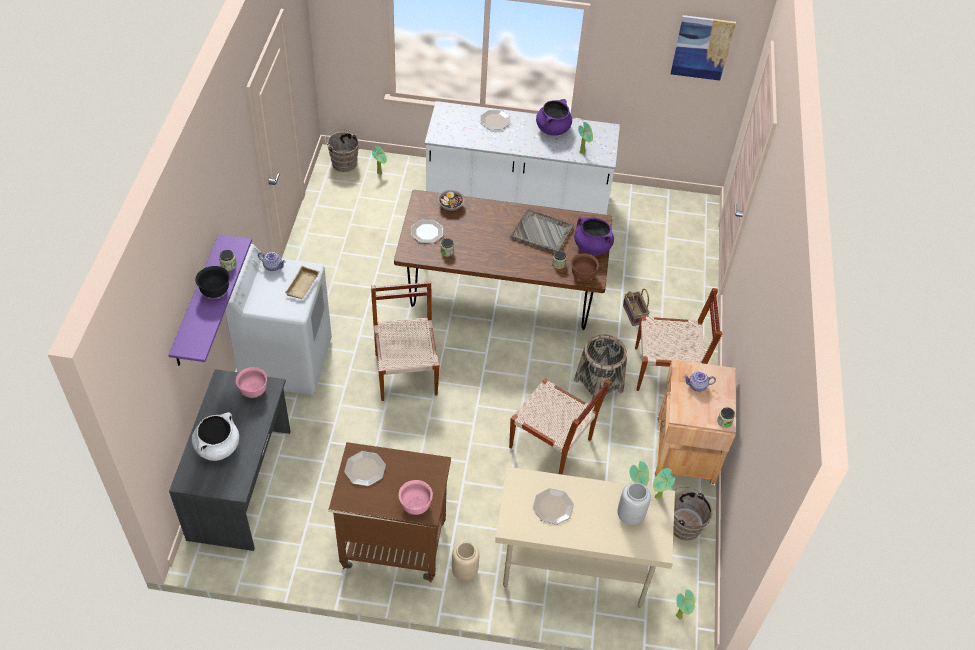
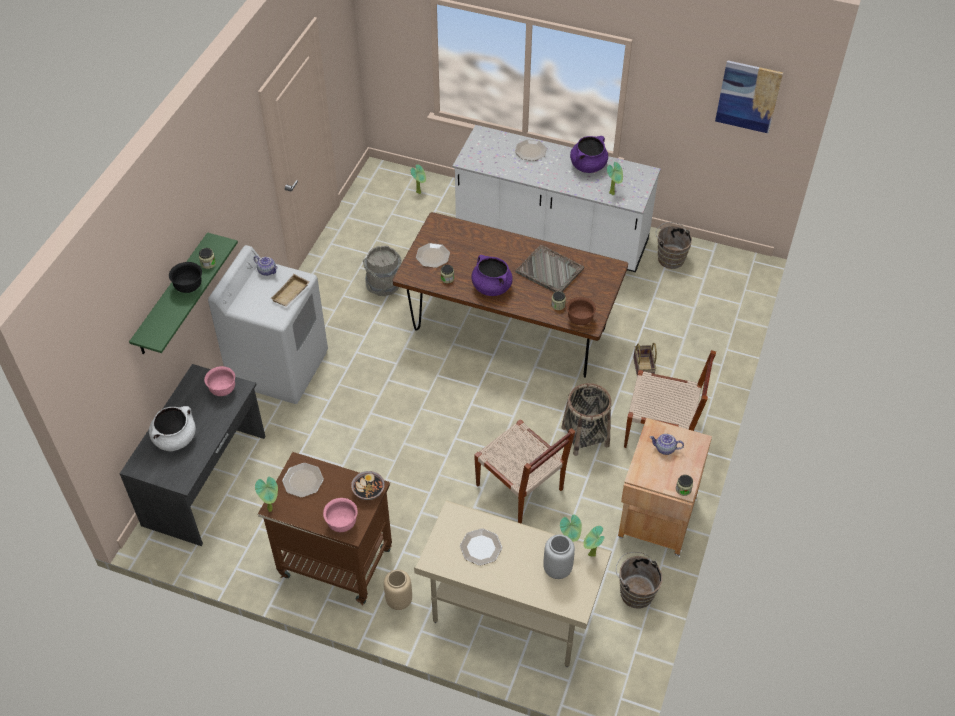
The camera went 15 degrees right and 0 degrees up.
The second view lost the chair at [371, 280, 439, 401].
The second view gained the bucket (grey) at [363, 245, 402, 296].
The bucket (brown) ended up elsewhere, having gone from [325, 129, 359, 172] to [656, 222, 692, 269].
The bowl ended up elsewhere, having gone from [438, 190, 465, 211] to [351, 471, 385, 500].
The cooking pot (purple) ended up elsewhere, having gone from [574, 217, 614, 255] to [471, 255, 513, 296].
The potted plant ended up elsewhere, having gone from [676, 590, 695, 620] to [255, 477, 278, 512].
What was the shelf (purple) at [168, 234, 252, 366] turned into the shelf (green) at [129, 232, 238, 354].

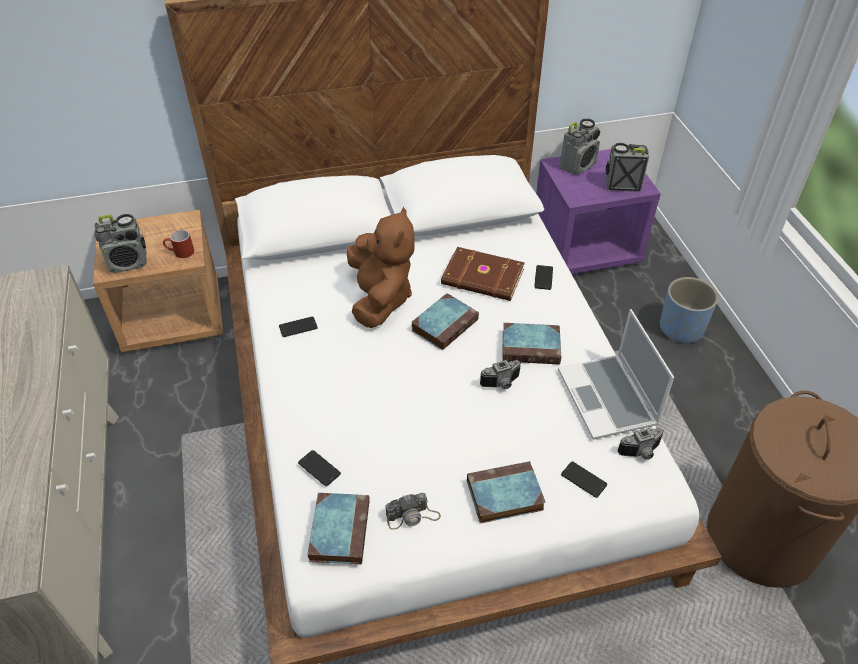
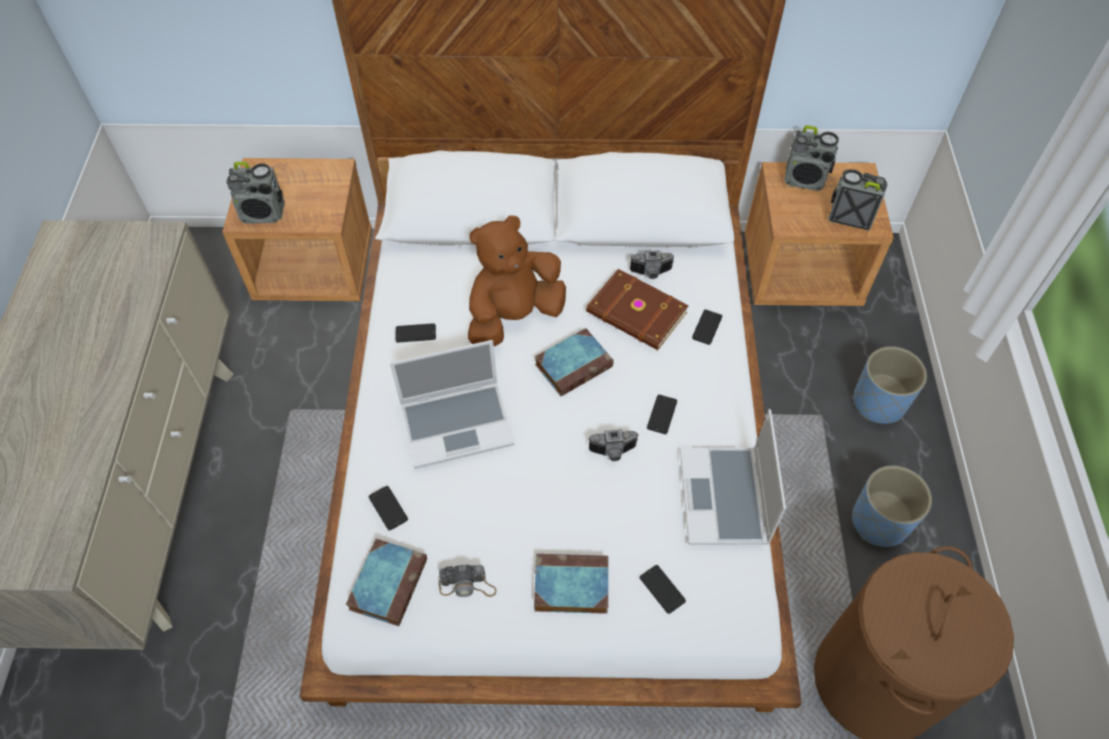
The camera went 15 degrees right and 10 degrees up.
The second view lost the mug (red) at [163, 230, 194, 258].
The second view gained the laptop at [390, 340, 514, 469].
The second view gained the planter (blue) at [852, 465, 932, 547].
The photo camera ended up elsewhere, having gone from [618, 428, 664, 460] to [630, 250, 675, 279].
Where the book stood at [502, 323, 561, 365], the phone came to stand at [647, 395, 677, 434].
What was the nightstand (purple) at [536, 149, 661, 274] turned into the nightstand (brown) at [745, 162, 894, 306].
The plush toy (brown) at [347, 207, 415, 328] ended up facing another way, 135 degrees counterclockwise from before.
The radio at [560, 118, 600, 175] ended up facing another way, 45 degrees clockwise from before.

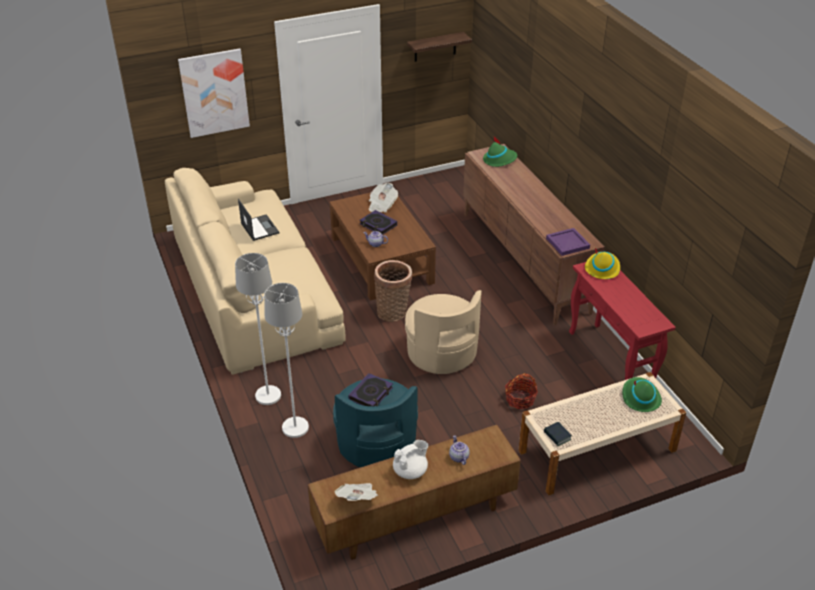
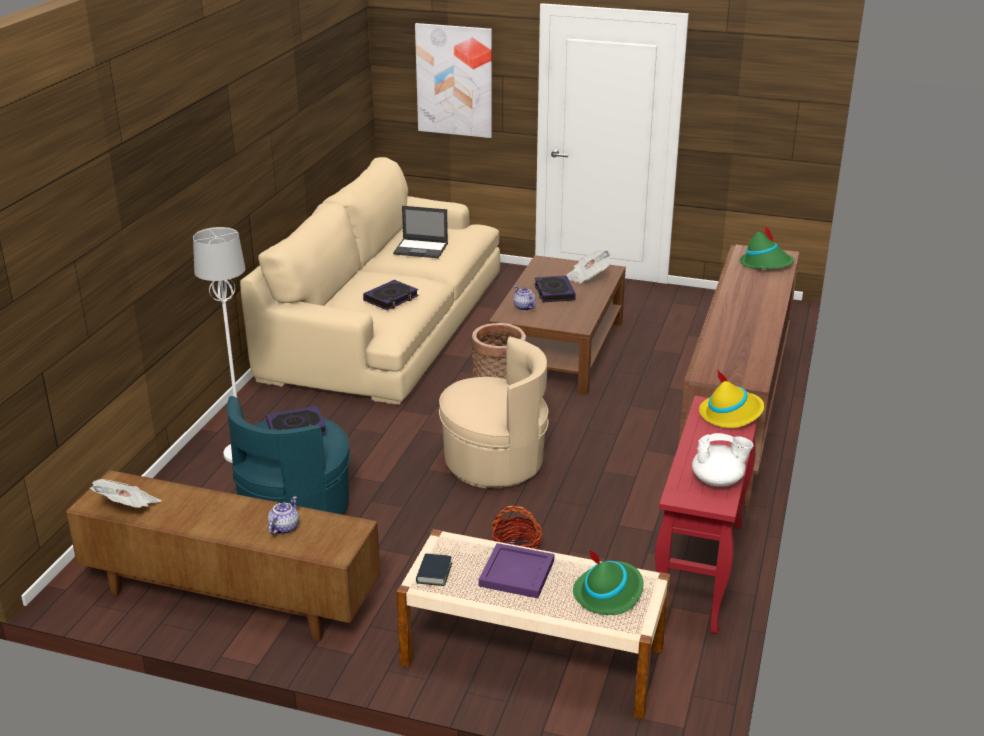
The camera went 40 degrees right and 10 degrees down.
The second view lost the floor lamp (white) at [235, 253, 281, 405].
The second view lost the shelf at [407, 32, 472, 62].
The second view gained the book at [363, 280, 418, 310].
The teapot (white) ended up elsewhere, having gone from [393, 440, 428, 479] to [692, 433, 754, 487].
The tray (purple) ended up elsewhere, having gone from [546, 228, 590, 256] to [478, 543, 554, 598].
The laptop at [238, 199, 280, 241] ended up facing another way, 90 degrees clockwise from before.
The armchair (beige) at [405, 290, 481, 374] ended up facing another way, 105 degrees counterclockwise from before.

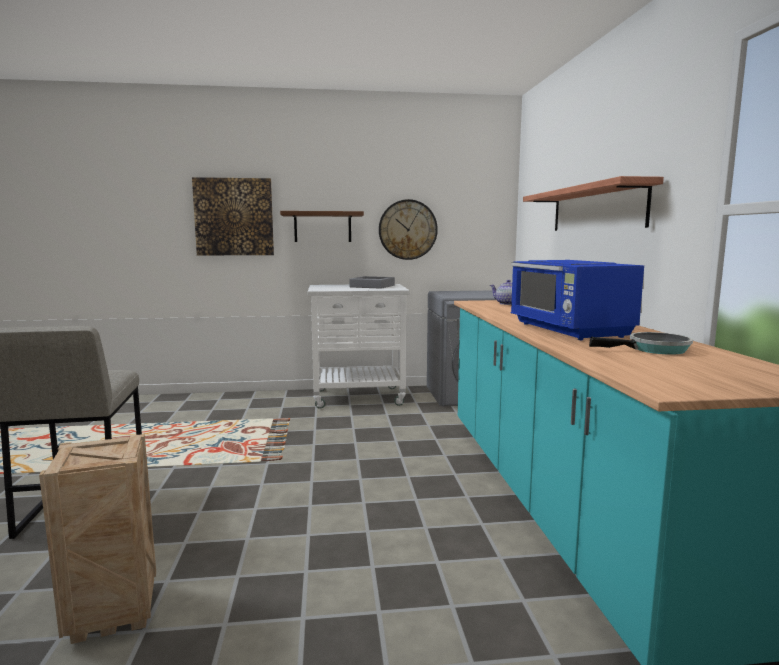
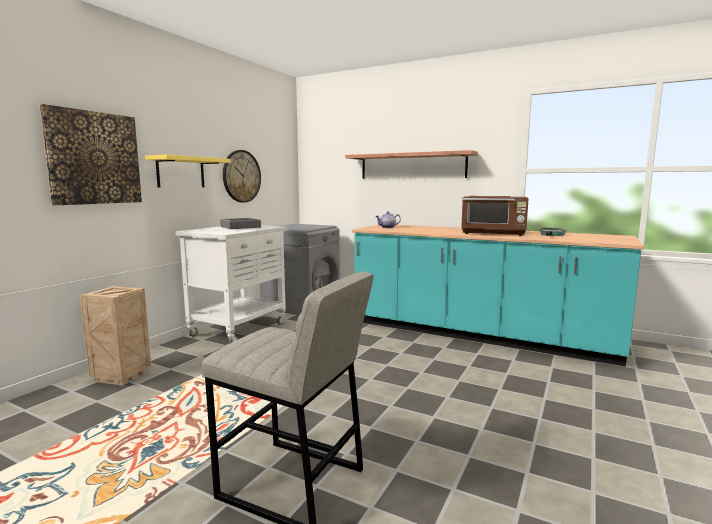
The camera went 55 degrees left and 0 degrees up.
The crate ended up elsewhere, having gone from [39, 434, 156, 644] to [80, 286, 151, 386].
What was the shelf (brown) at [280, 211, 364, 242] turned into the shelf (yellow) at [145, 155, 231, 188].
What was the microwave (blue) at [510, 260, 644, 340] turned into the microwave (brown) at [461, 196, 529, 236].

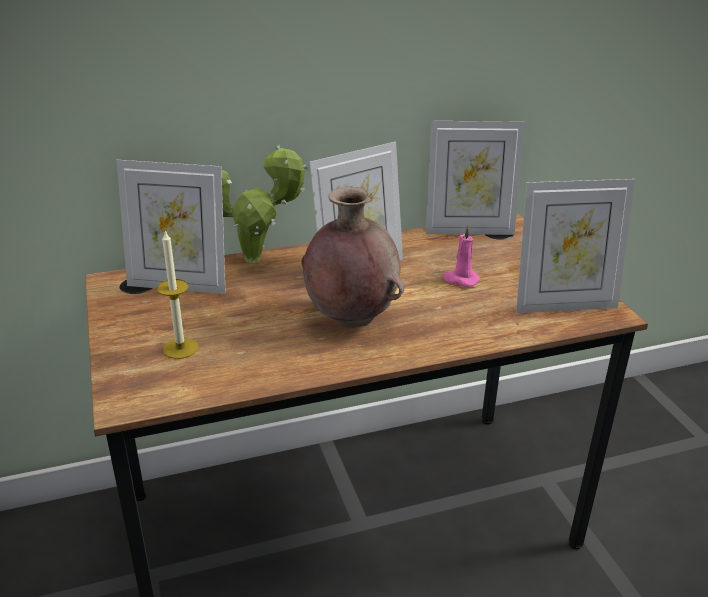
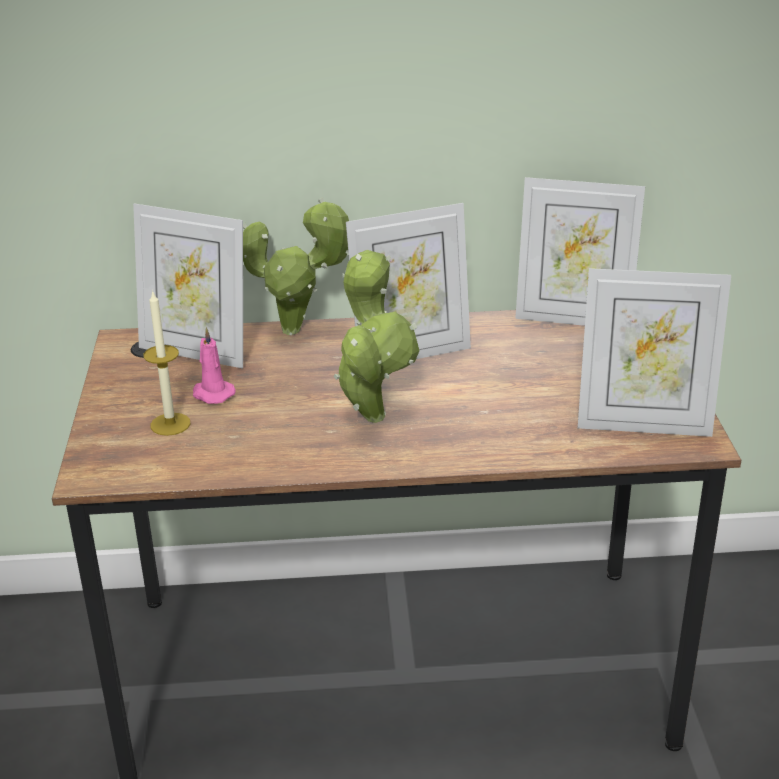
The camera went 15 degrees right and 0 degrees up.
The candle (pink) ended up elsewhere, having gone from [443, 225, 480, 287] to [193, 327, 236, 404].
Where the vase (brown) stood at [301, 186, 404, 328], the potted plant came to stand at [333, 250, 420, 423].

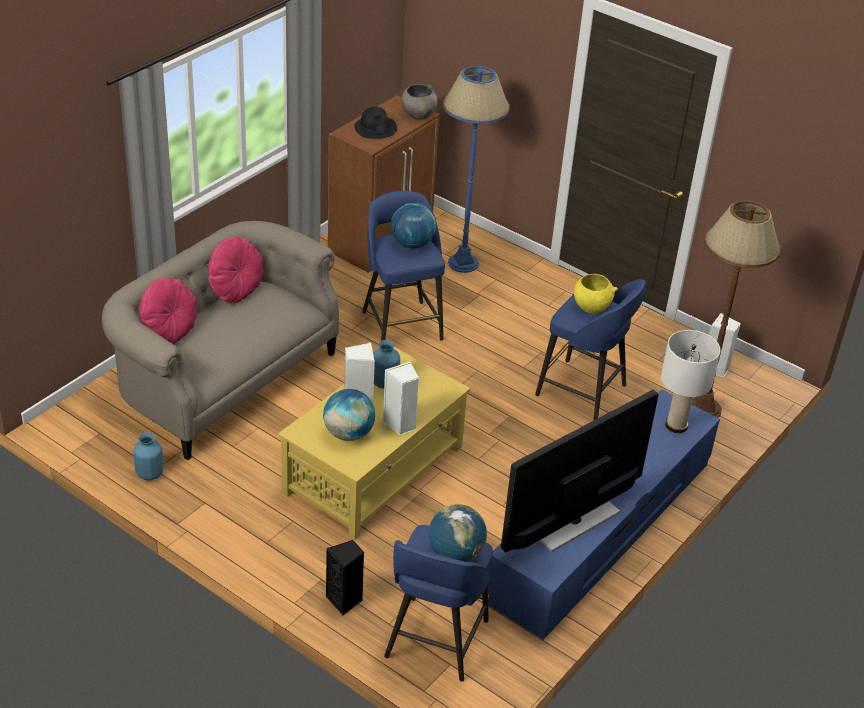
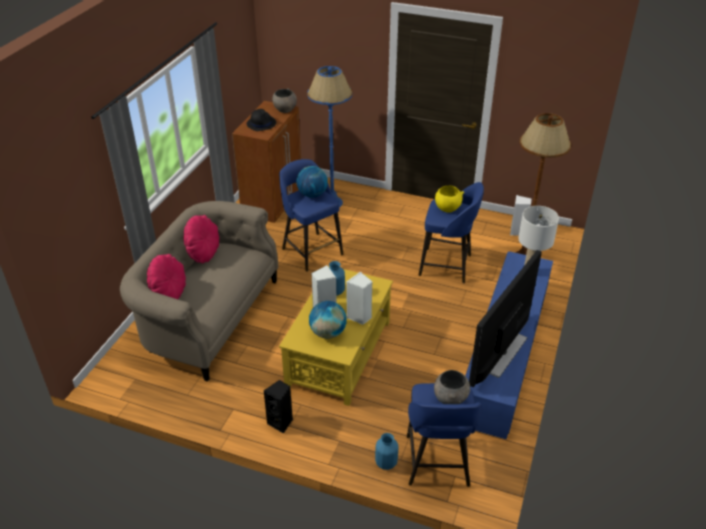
The camera went 15 degrees left and 0 degrees up.
The vase (blue) ended up elsewhere, having gone from [133, 432, 164, 480] to [375, 433, 398, 470].
The speaker (black) ended up elsewhere, having gone from [326, 540, 364, 615] to [264, 380, 293, 434].
Where the globe stood at [429, 504, 487, 562], the bowl (grey) came to stand at [434, 370, 470, 404].

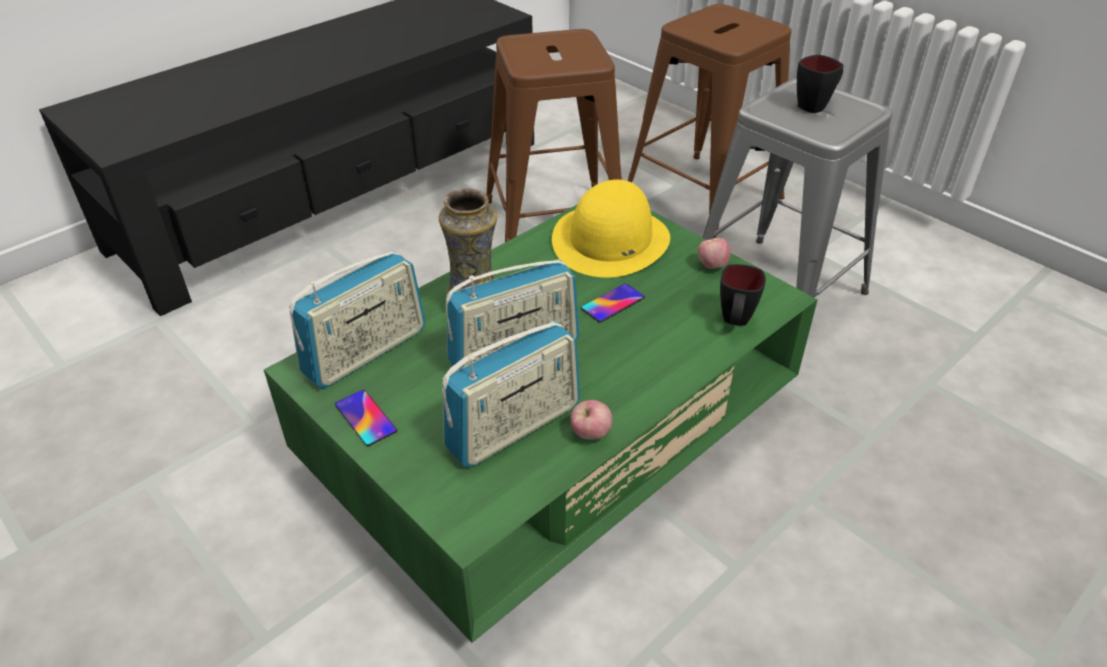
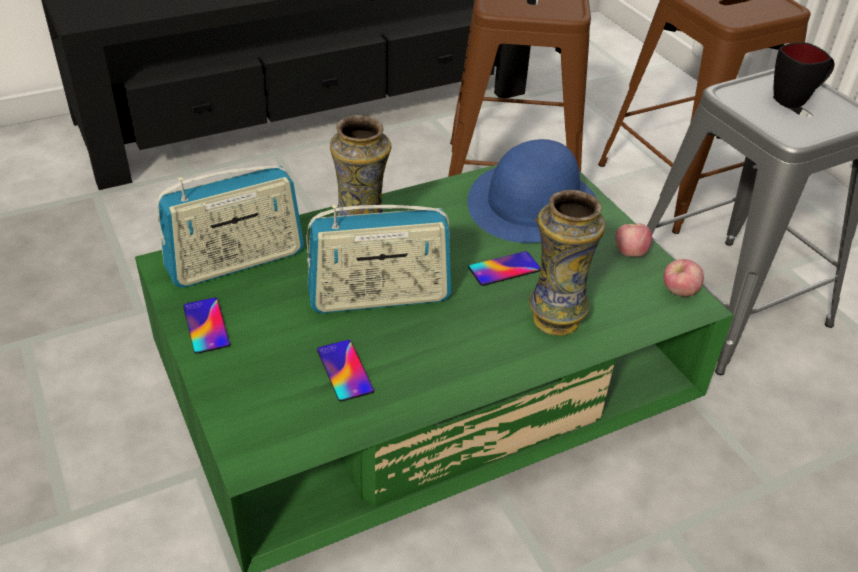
The camera went 15 degrees right and 0 degrees up.
The second view lost the mug (black) at [720, 264, 766, 326].
The second view gained the vase at [529, 190, 606, 336].
The apple ended up elsewhere, having gone from [570, 400, 612, 440] to [664, 259, 704, 297].
Where the radio stood at [442, 321, 580, 468], the phone came to stand at [317, 340, 374, 401].
What was the hat (yellow) at [552, 180, 670, 278] turned into the hat (blue) at [467, 139, 597, 243].

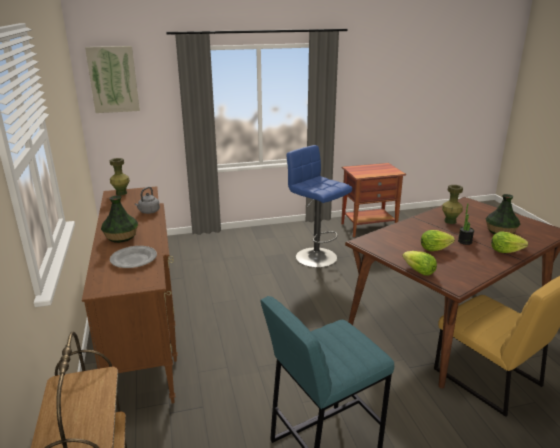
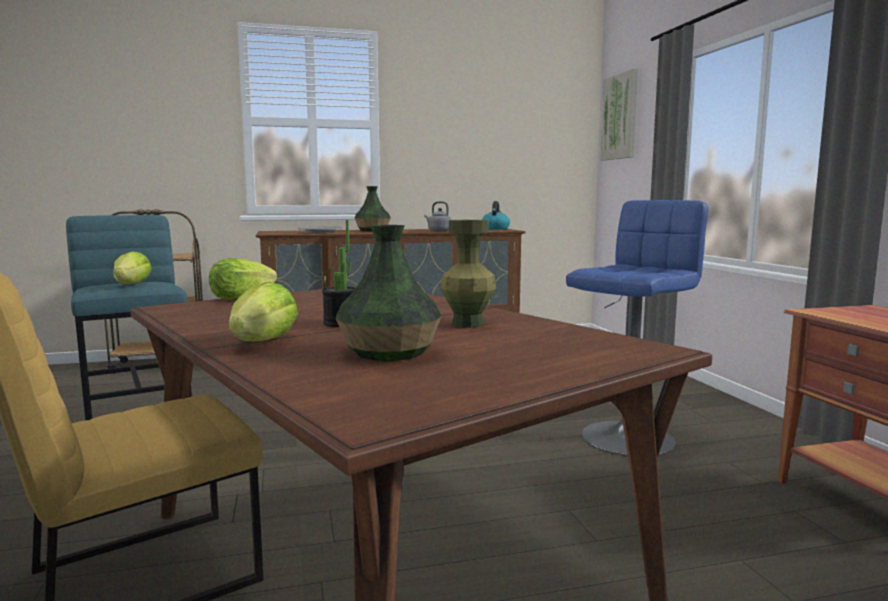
The camera went 90 degrees right and 15 degrees down.
The lettuce ended up elsewhere, having gone from [421, 230, 455, 251] to [113, 251, 152, 284].
Where the vase (green) stood at [110, 158, 130, 195], the kettle came to stand at [482, 201, 510, 229].

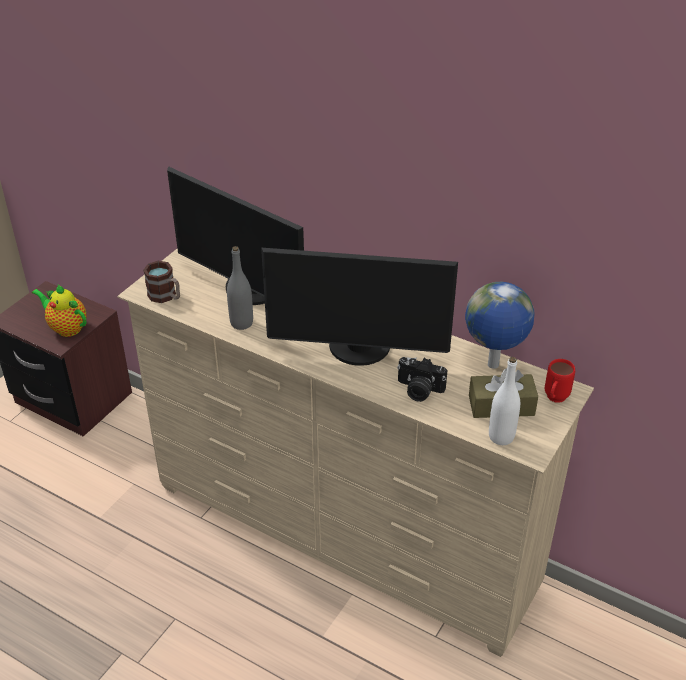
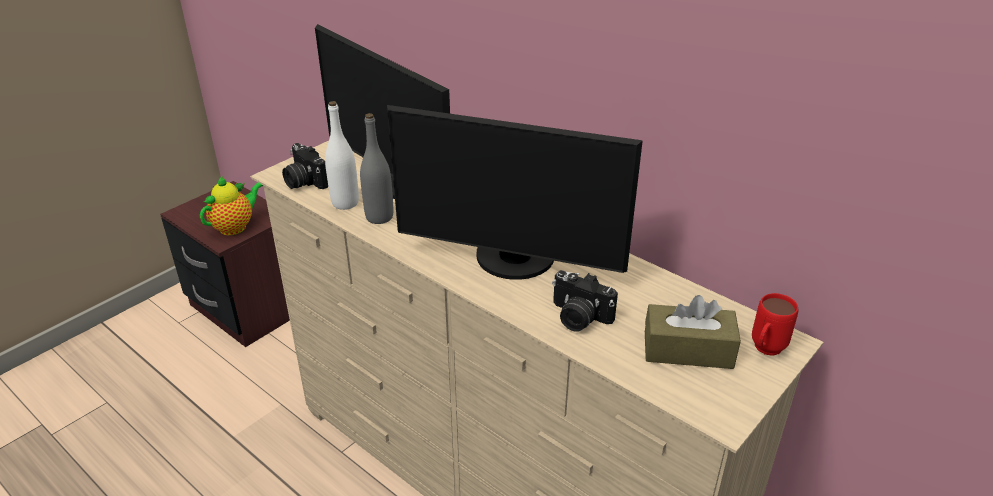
The camera went 10 degrees right and 5 degrees down.
The second view lost the globe at [465, 282, 534, 369].
The bottle (white) ended up elsewhere, having gone from [489, 357, 520, 445] to [325, 101, 359, 210].
Where the mug stood at [143, 261, 180, 303], the photo camera came to stand at [282, 143, 328, 189].
The teapot at [32, 284, 87, 337] ended up facing another way, 90 degrees clockwise from before.

